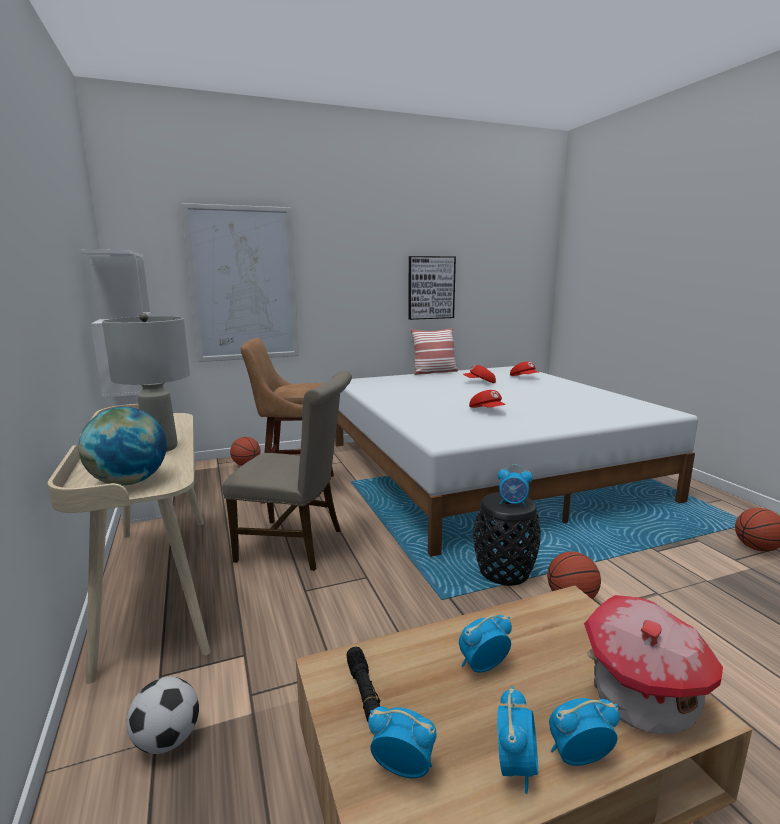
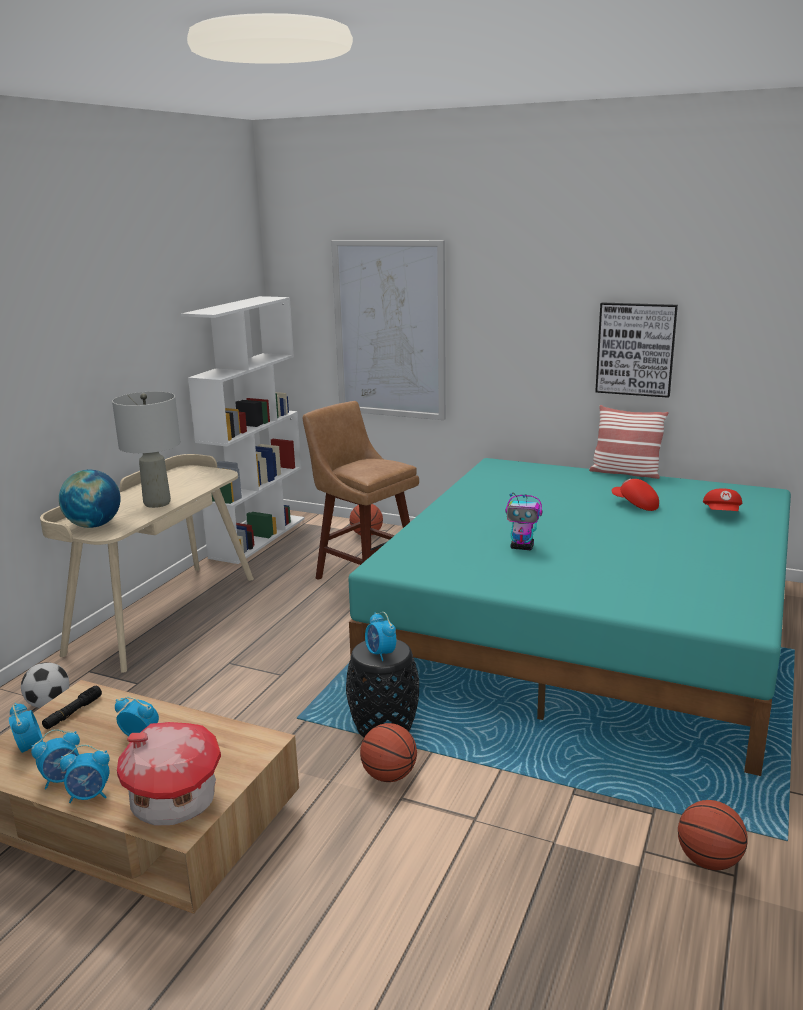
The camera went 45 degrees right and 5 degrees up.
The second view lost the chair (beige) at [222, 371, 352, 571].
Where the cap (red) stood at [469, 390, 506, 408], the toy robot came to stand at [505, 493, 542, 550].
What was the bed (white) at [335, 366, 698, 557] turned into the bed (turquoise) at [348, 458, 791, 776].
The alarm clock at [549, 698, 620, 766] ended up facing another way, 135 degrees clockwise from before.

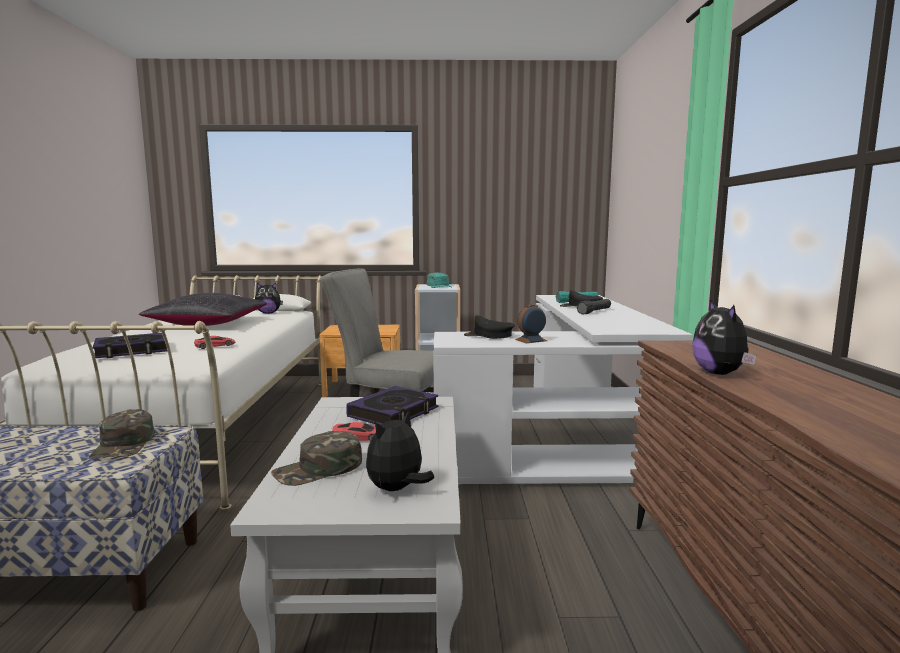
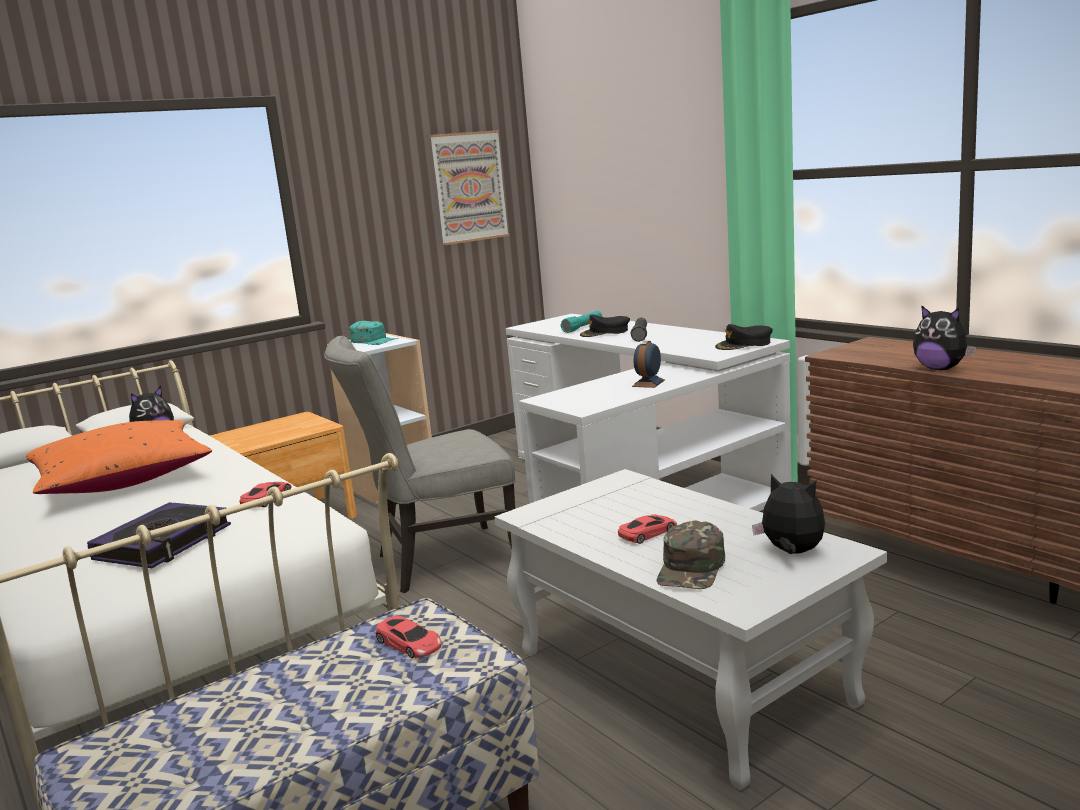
The camera went 35 degrees left and 5 degrees up.
The second view lost the book at [346, 386, 438, 425].
The second view gained the picture at [430, 130, 509, 245].
The cap (black) ended up elsewhere, having gone from [464, 316, 515, 339] to [715, 324, 773, 350].
Where the cap (green) stood at [89, 409, 155, 459], the toy car (red) came to stand at [376, 615, 442, 659].
What was the pillow (black) at [139, 293, 267, 326] turned into the pillow (orange) at [26, 420, 212, 494].
The plush toy at [366, 410, 434, 491] ended up facing another way, 120 degrees clockwise from before.

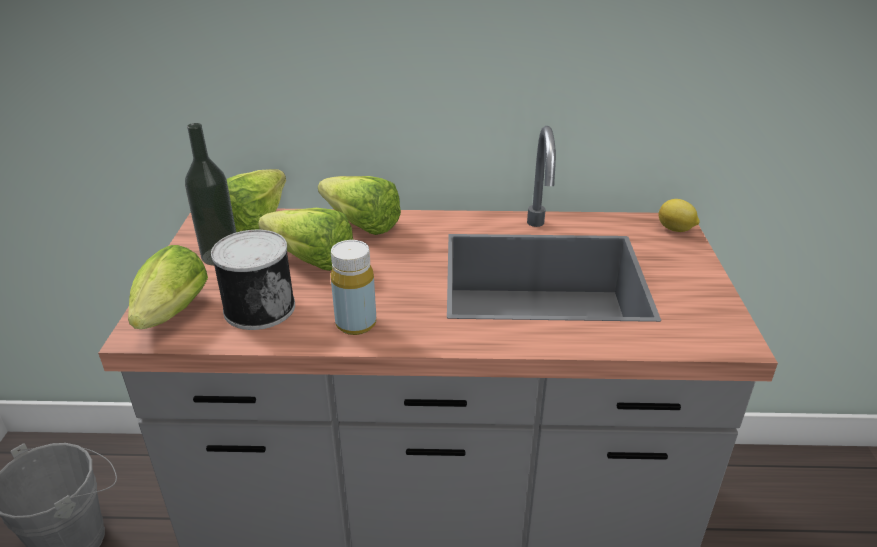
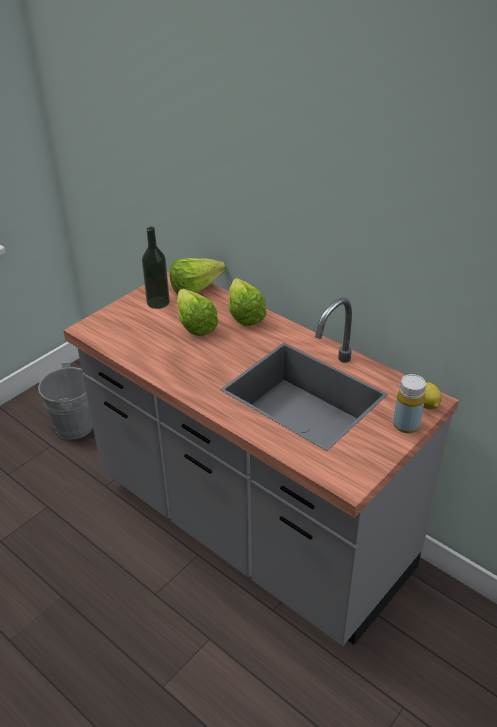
The camera went 40 degrees right and 5 degrees up.
The second view lost the lettuce at [128, 245, 208, 329].
The second view lost the can at [211, 230, 295, 330].
The bottle (yellow) ended up elsewhere, having gone from [331, 240, 376, 335] to [393, 374, 426, 433].

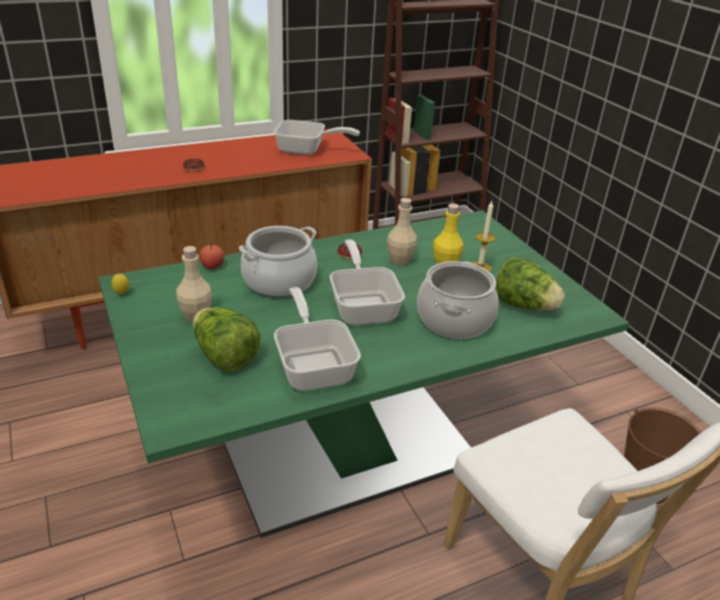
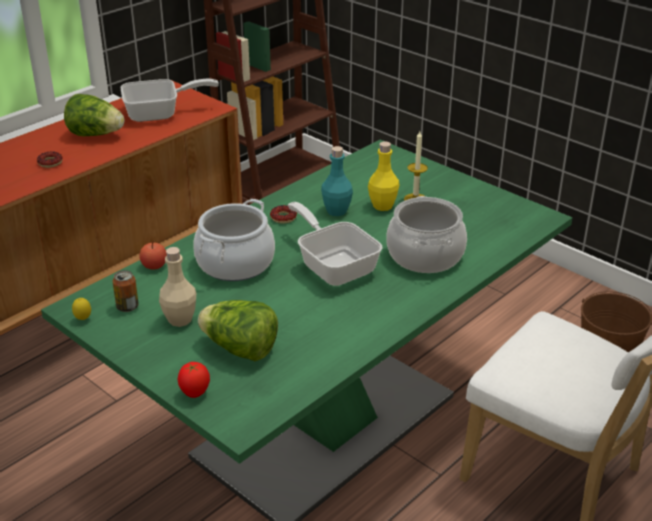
The camera went 20 degrees left and 0 degrees up.
The second view lost the frying pan at [274, 287, 361, 391].
The second view gained the can at [113, 270, 139, 312].
The second view gained the tomato at [178, 362, 210, 398].
The lettuce ended up elsewhere, having gone from [495, 256, 565, 310] to [64, 94, 124, 136].
What was the bottle (beige) at [387, 198, 417, 265] turned into the bottle (turquoise) at [321, 146, 353, 216].

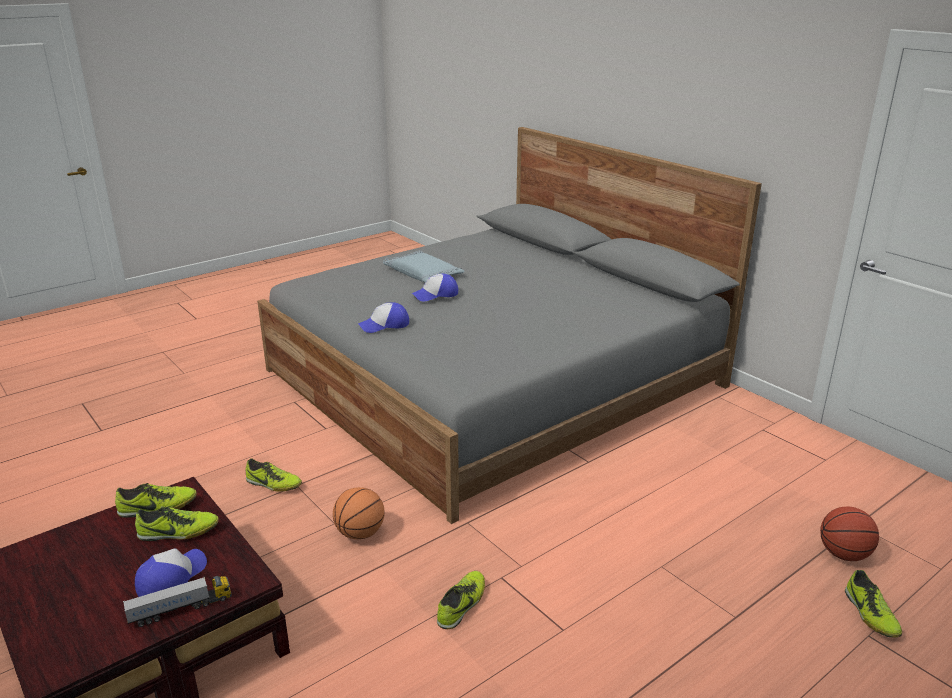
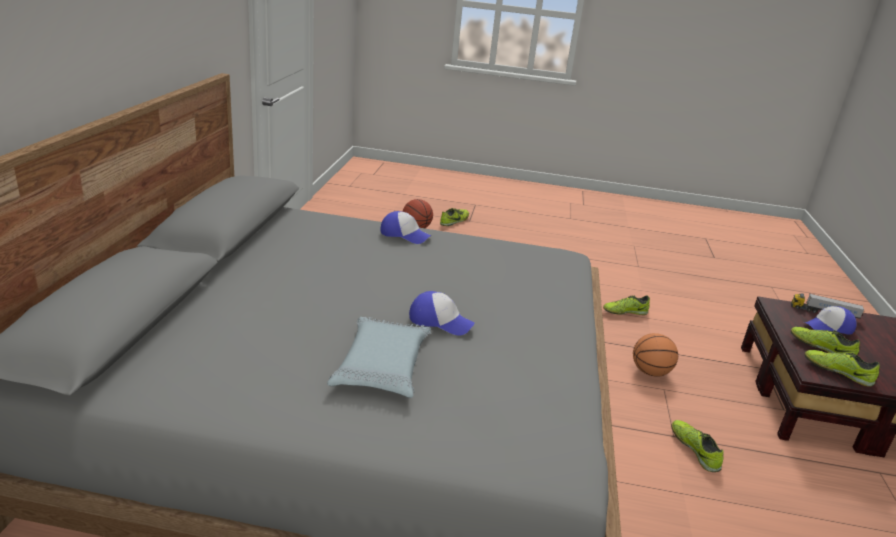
The camera went 135 degrees left and 0 degrees up.
The cap ended up elsewhere, having gone from [358, 302, 409, 333] to [381, 211, 431, 244].

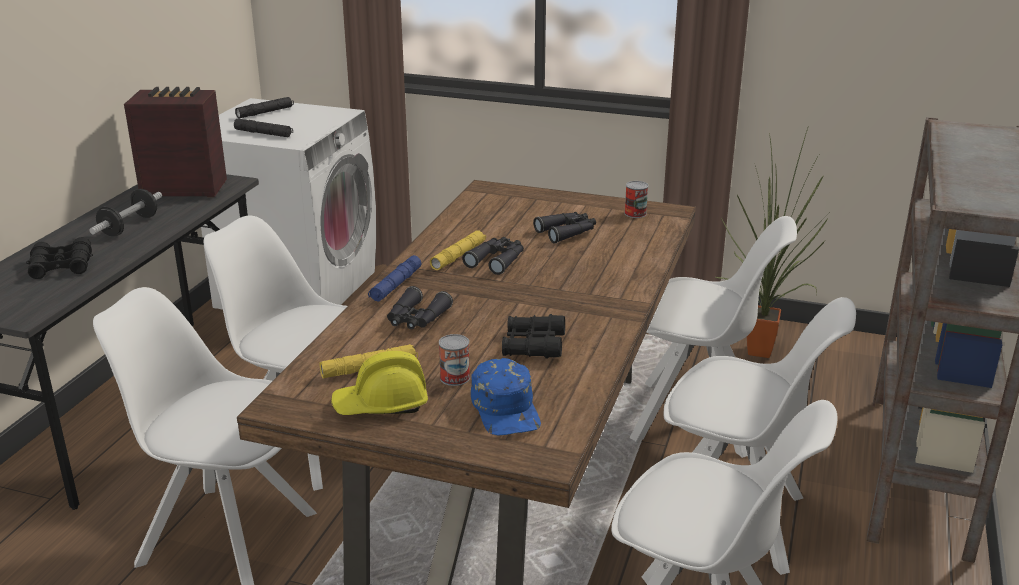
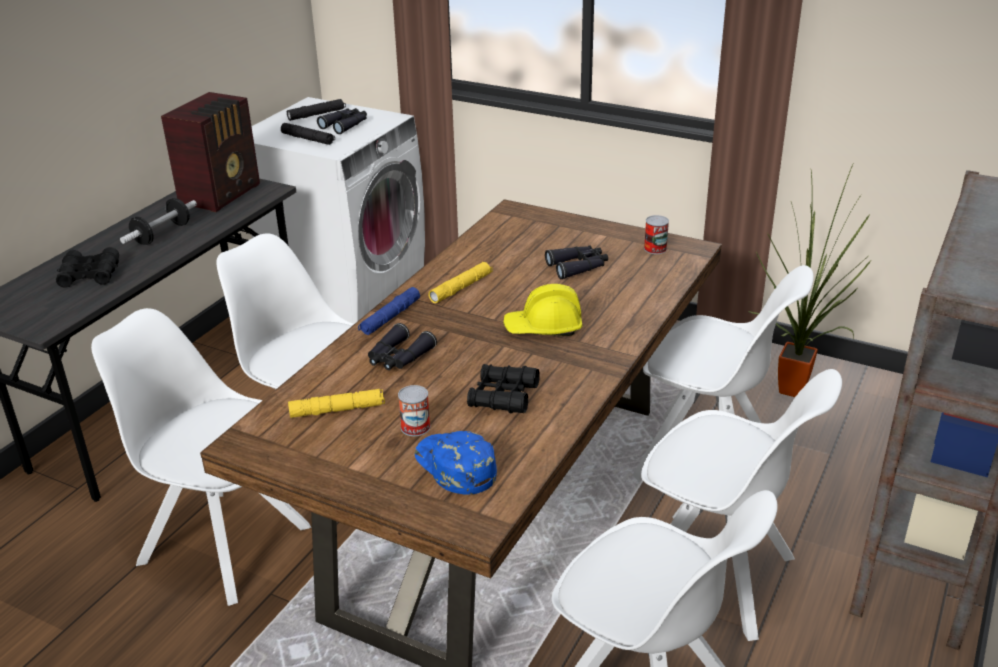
The camera went 10 degrees right and 5 degrees up.
The hard hat (yellow) ended up elsewhere, having gone from [331, 351, 428, 415] to [503, 284, 582, 336].
The binoculars (black) ended up elsewhere, having gone from [462, 237, 524, 275] to [317, 108, 367, 134].
The radio at [124, 87, 227, 197] ended up facing another way, 105 degrees clockwise from before.
The cap (blue) at [471, 358, 541, 436] ended up facing another way, 150 degrees clockwise from before.

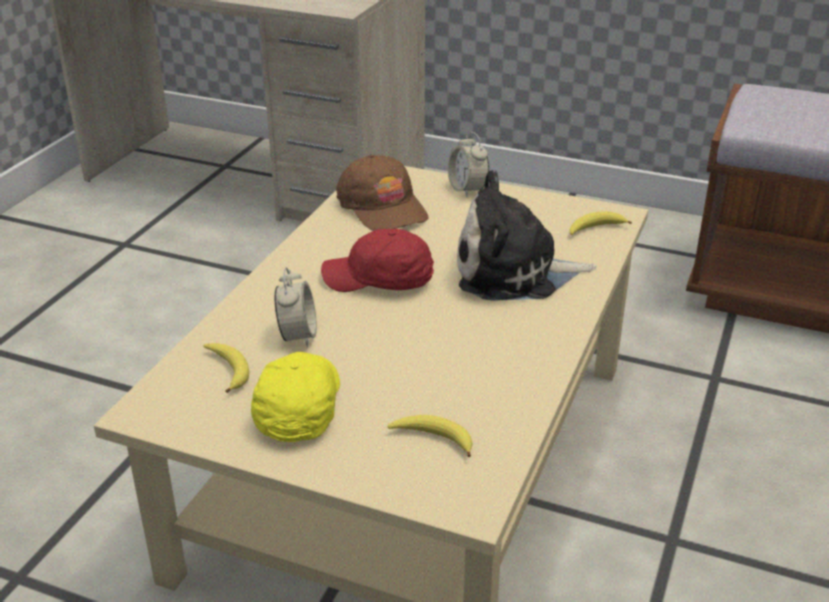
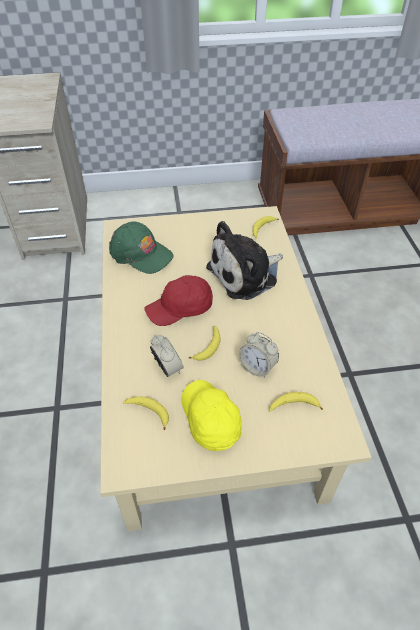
The camera went 30 degrees left and 15 degrees up.
The second view gained the banana at [189, 325, 221, 360].
The alarm clock ended up elsewhere, having gone from [448, 132, 489, 197] to [239, 332, 279, 378].
What was the cap (brown) at [336, 154, 429, 231] turned into the cap (green) at [109, 221, 173, 274].

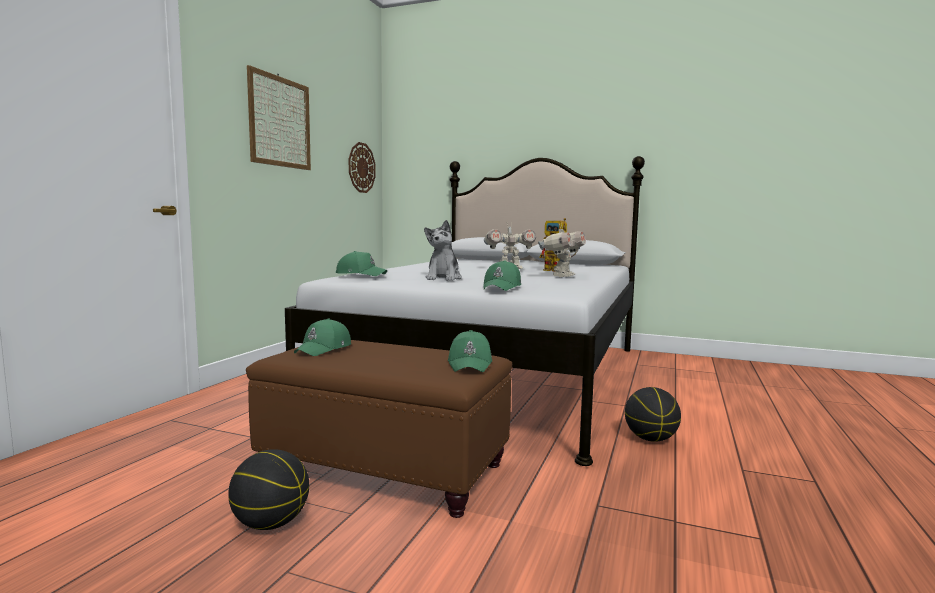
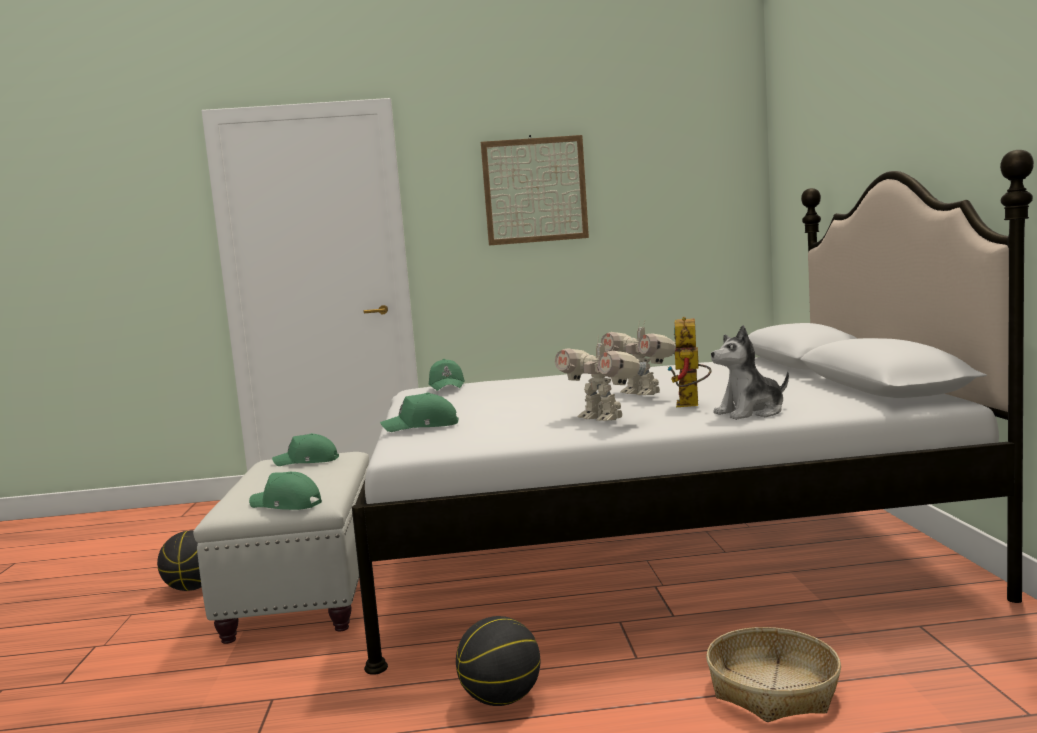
The camera went 65 degrees right and 0 degrees up.
The second view lost the wall clock at [349, 142, 376, 193].
The second view gained the basket at [706, 627, 841, 722].
The plush toy ended up elsewhere, having gone from [424, 220, 462, 281] to [711, 325, 789, 420].
What was the ottoman (brown) at [246, 340, 512, 518] turned into the ottoman (white) at [193, 452, 369, 644].
The cap (green) at [448, 330, 492, 372] ended up facing another way, 45 degrees clockwise from before.
The toy robot at [538, 224, 586, 277] ended up facing another way, 45 degrees clockwise from before.

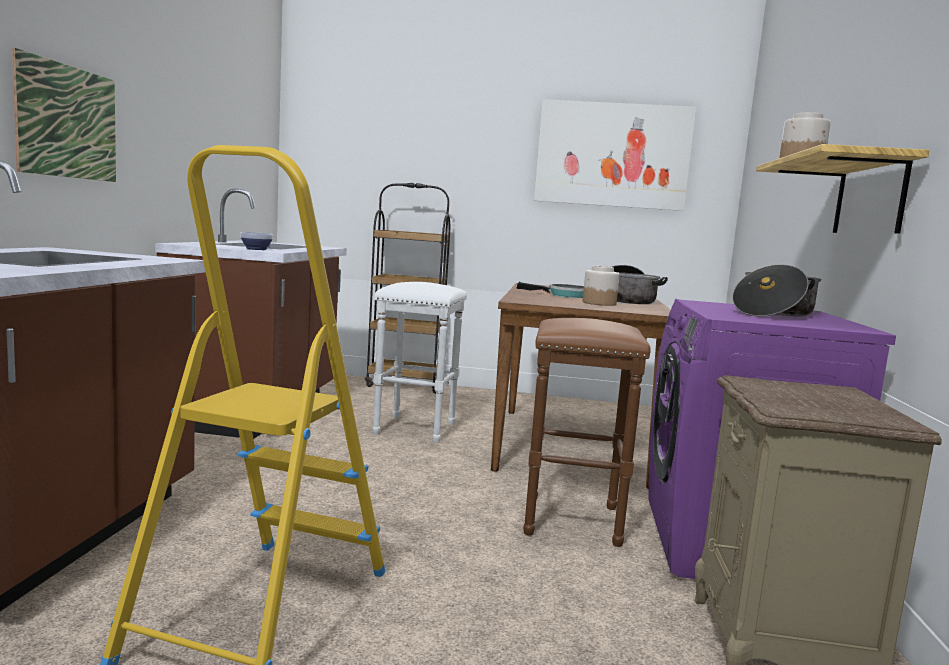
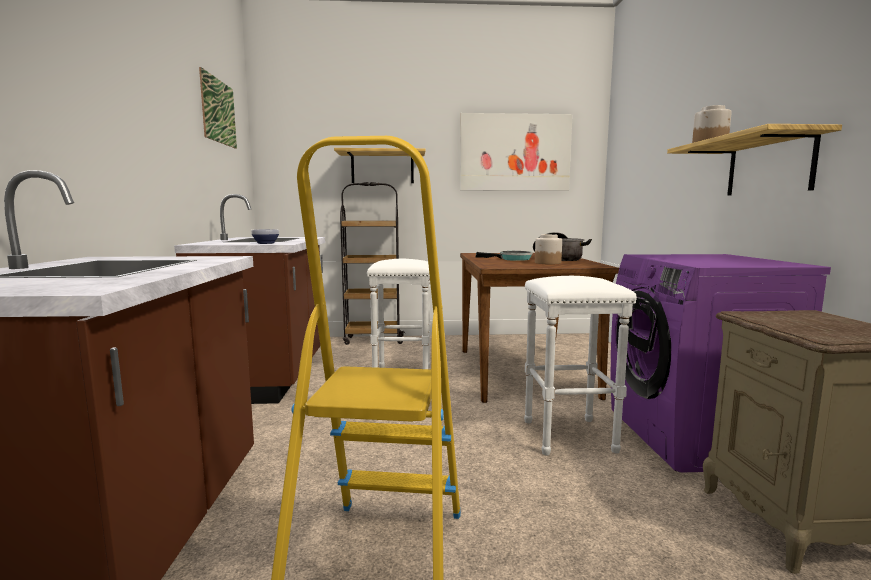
The camera went 10 degrees left and 0 degrees up.
The second view lost the cooking pot at [732, 264, 821, 317].
The second view gained the shelf at [334, 148, 425, 183].
The picture ended up elsewhere, having gone from [12, 48, 116, 182] to [199, 67, 237, 149].
What was the stool (brown) at [523, 318, 650, 547] turned into the stool (white) at [524, 276, 637, 455].

